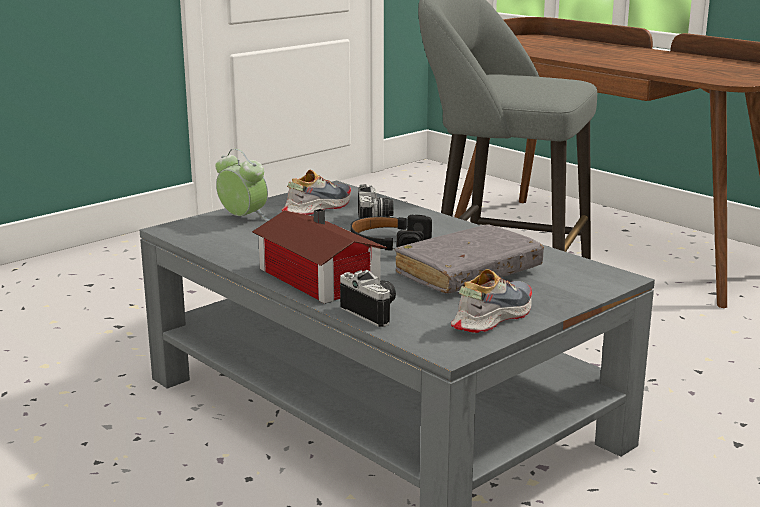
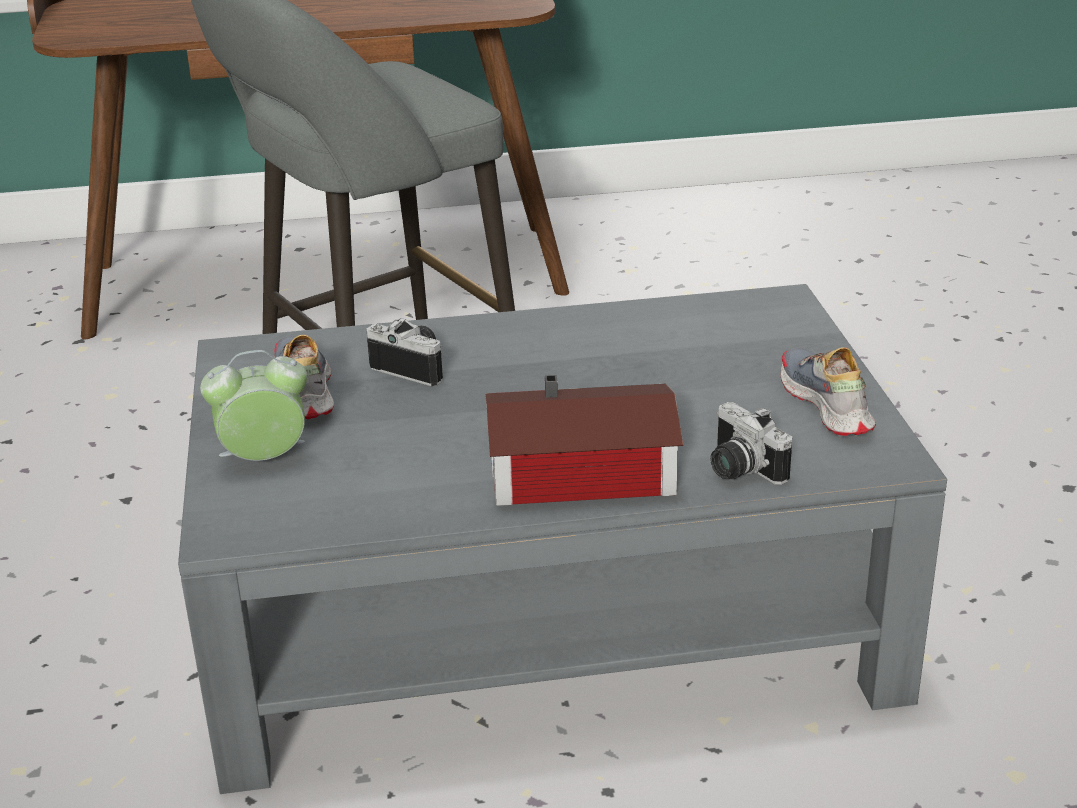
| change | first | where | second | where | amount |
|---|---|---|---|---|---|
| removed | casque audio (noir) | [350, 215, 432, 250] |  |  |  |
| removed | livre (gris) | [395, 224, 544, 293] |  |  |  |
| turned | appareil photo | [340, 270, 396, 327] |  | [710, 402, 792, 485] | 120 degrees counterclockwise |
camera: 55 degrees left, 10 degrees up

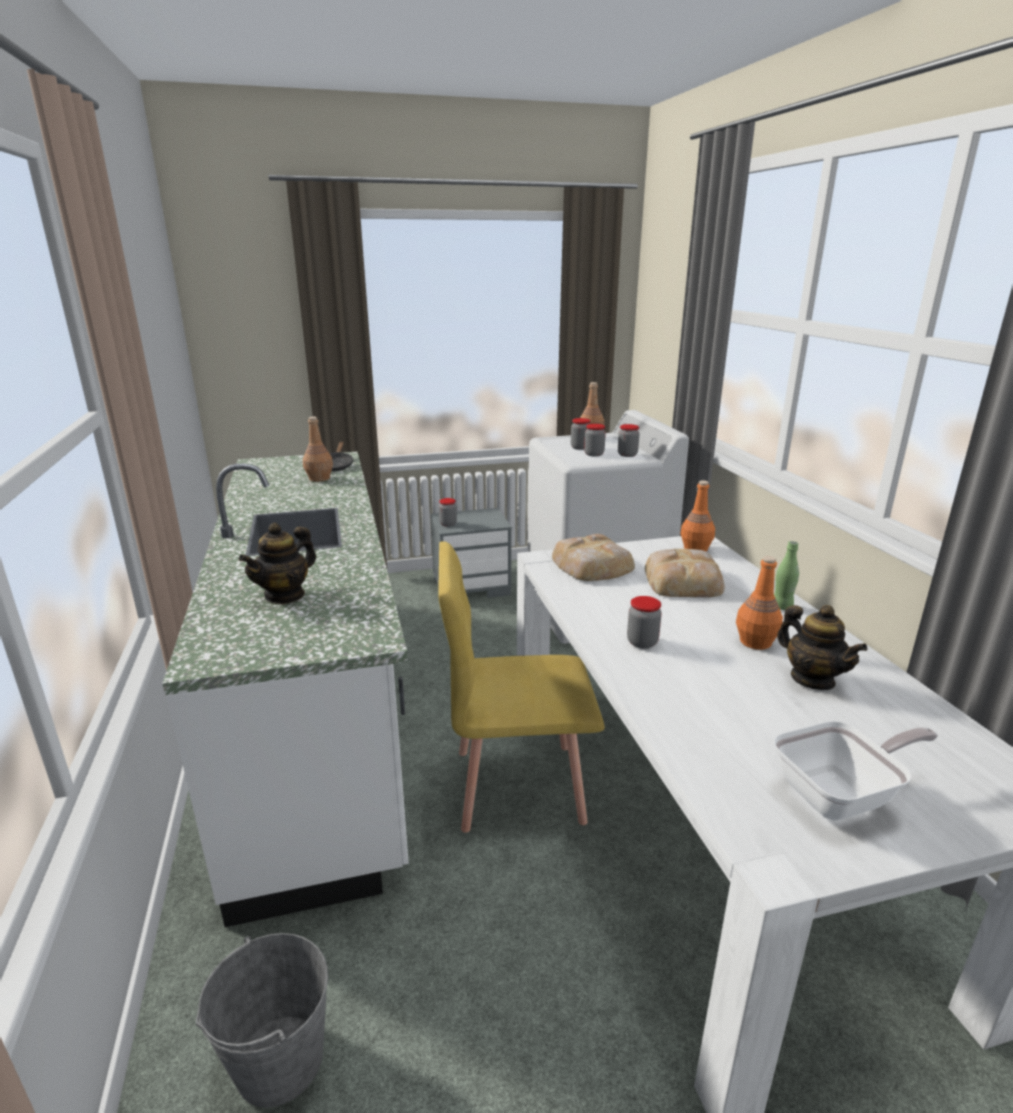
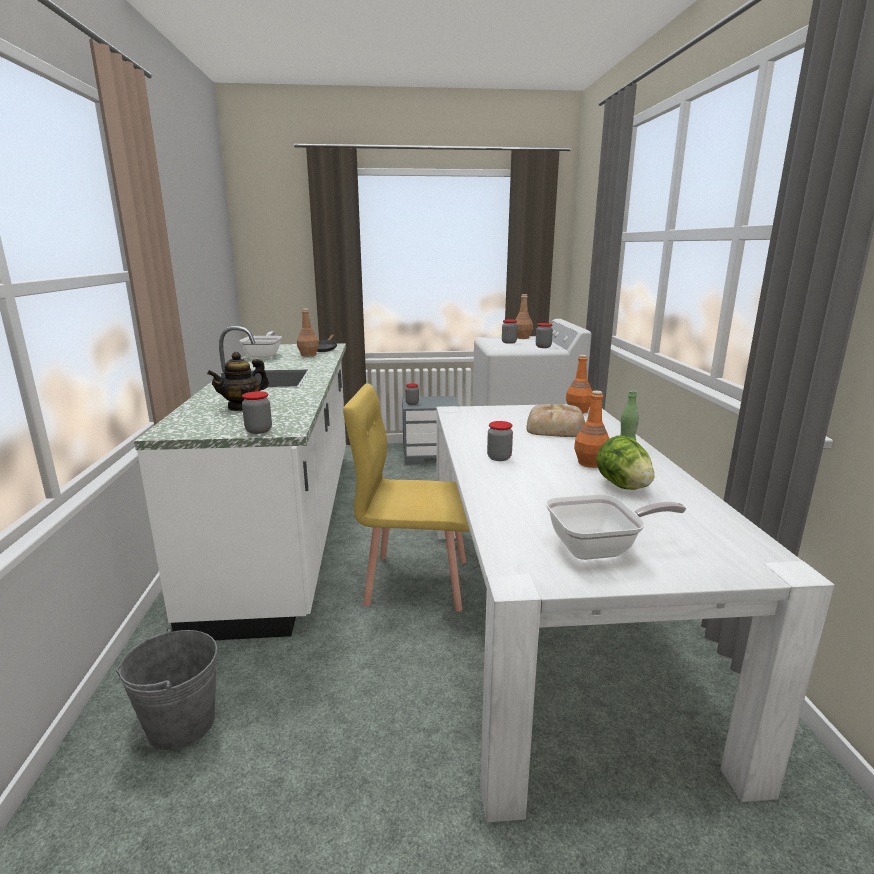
| change | first | where | second | where | amount |
|---|---|---|---|---|---|
| moved | bocal | [584, 424, 606, 456] |  | [242, 391, 272, 434] |  |
| removed | pain | [552, 534, 635, 581] |  |  |  |
| replaced | théière | [777, 605, 868, 690] | laitue | [596, 436, 654, 490] |  |
| added |  |  | poêle | [240, 331, 282, 358] |  |
camera: 10 degrees right, 5 degrees down

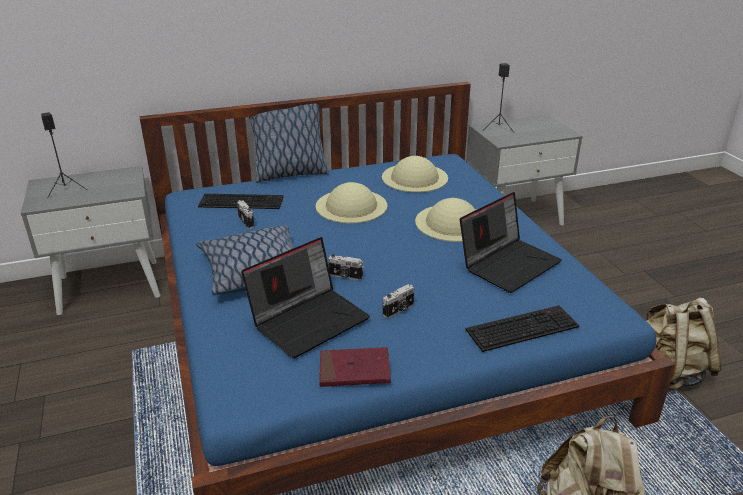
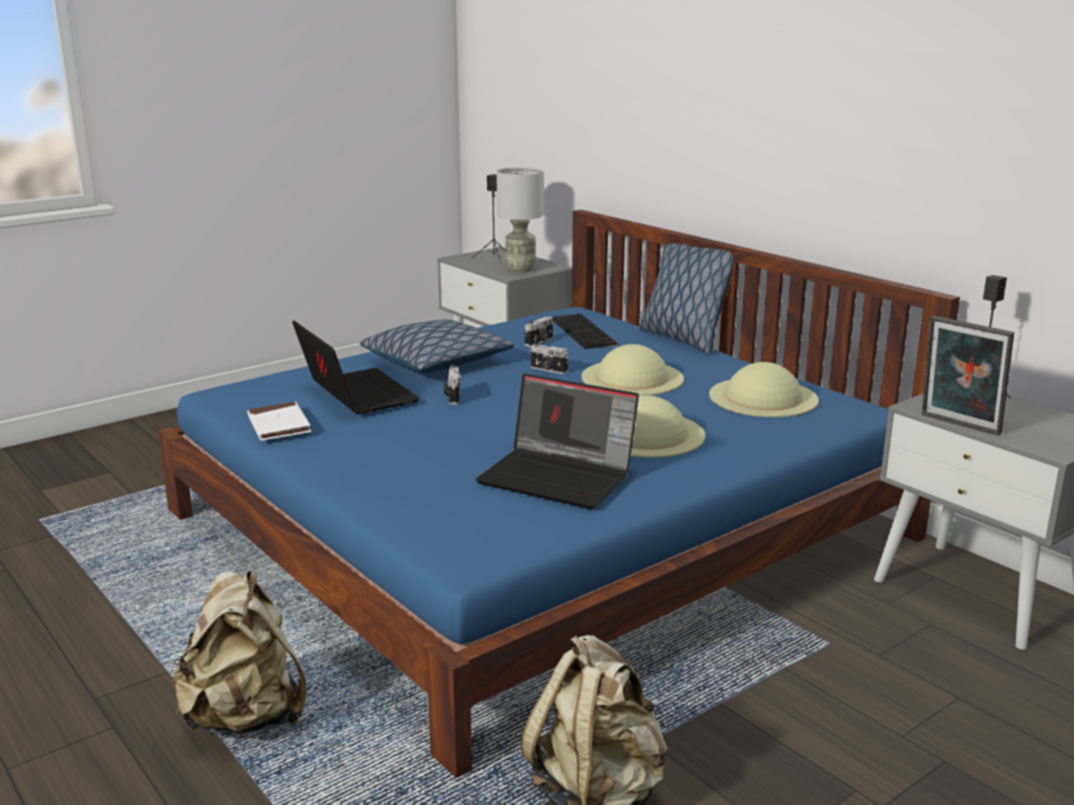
| change | first | where | second | where | amount |
|---|---|---|---|---|---|
| turned | ordinateur portable | [241, 237, 370, 359] |  | [292, 320, 420, 414] | 150 degrees counterclockwise |
| moved | appareil photo | [383, 284, 414, 318] |  | [530, 342, 569, 374] |  |
| removed | clavier | [465, 305, 580, 352] |  |  |  |
| recoloured | livre (rouge) | [319, 347, 391, 387] | livre (blanc) | [247, 402, 311, 441] |  |
| added |  |  | lampe de table (gris) | [497, 167, 543, 273] |  |
| added |  |  | cadre photo | [922, 315, 1014, 436] |  |
camera: 70 degrees right, 10 degrees down

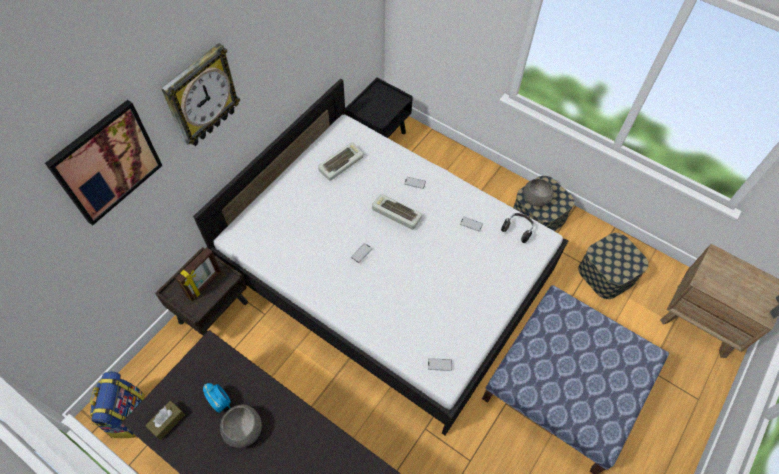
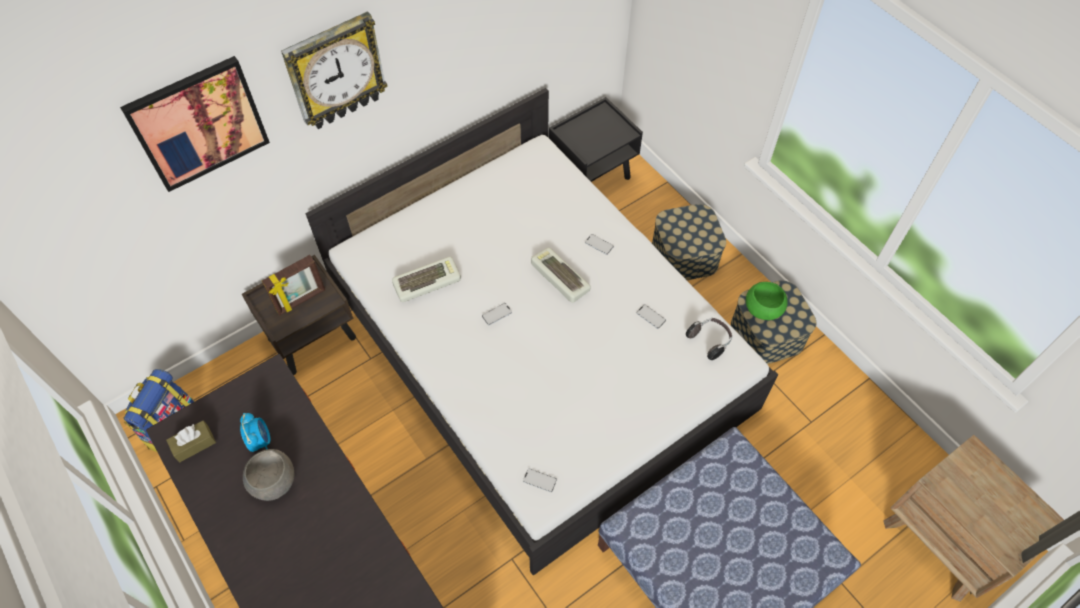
| change | first | where | second | where | amount |
|---|---|---|---|---|---|
| moved | clavier | [318, 142, 364, 180] |  | [392, 257, 461, 302] |  |
| recoloured | bol (gris) | [523, 179, 554, 206] | bol (vert) | [746, 282, 788, 320] |  |
| moved | boîte de rangement | [578, 233, 649, 299] |  | [652, 204, 726, 280] |  |
camera: 20 degrees right, 0 degrees up

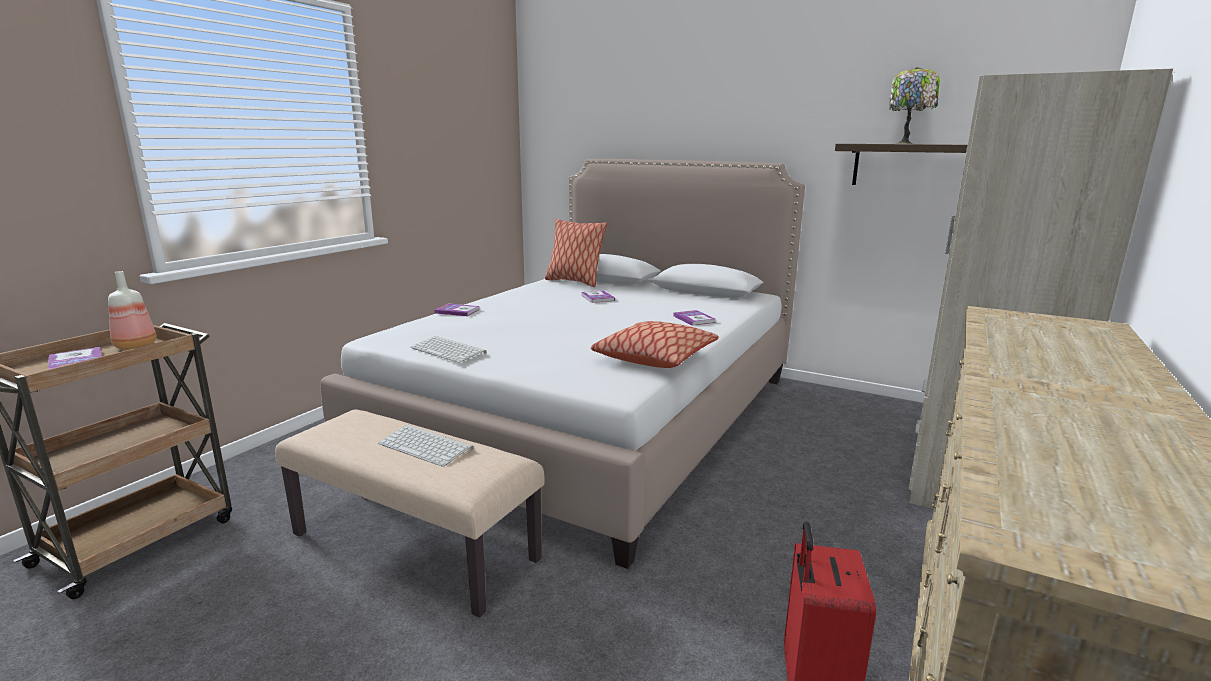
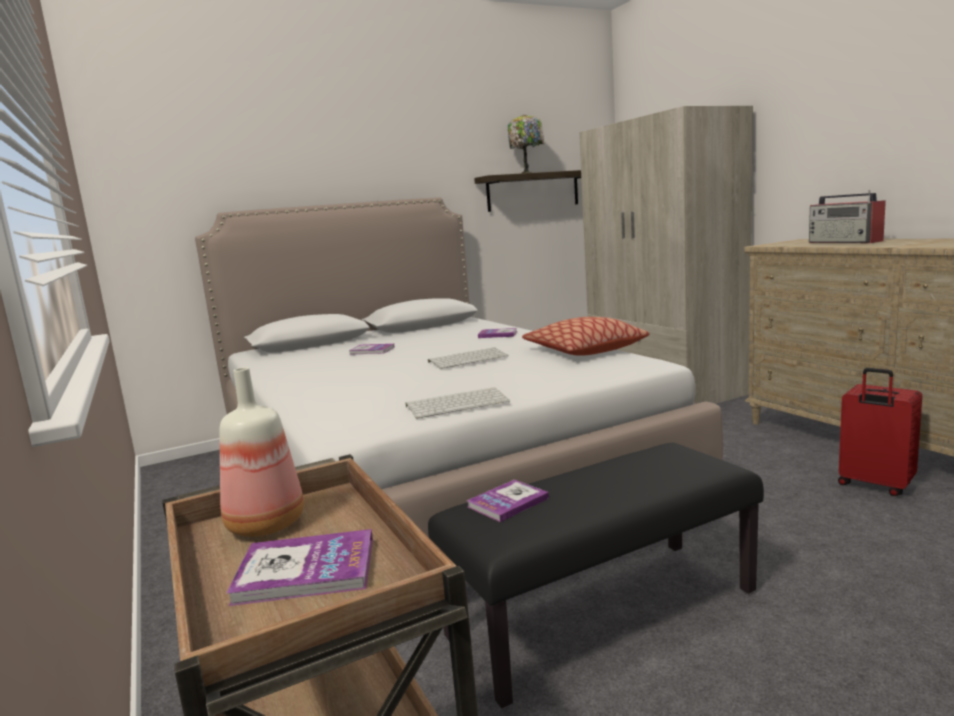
| change | first | where | second | where | amount |
|---|---|---|---|---|---|
| removed | coussin | [545, 219, 607, 287] |  |  |  |
| moved | livre | [434, 304, 479, 316] |  | [467, 479, 549, 522] |  |
| recoloured | banc (beige) | [275, 409, 545, 618] | banc (noir) | [428, 442, 764, 708] |  |
| moved | clavier | [378, 424, 474, 467] |  | [428, 347, 508, 369] |  |
| added |  |  | radio | [809, 190, 886, 243] |  |
camera: 55 degrees left, 5 degrees down

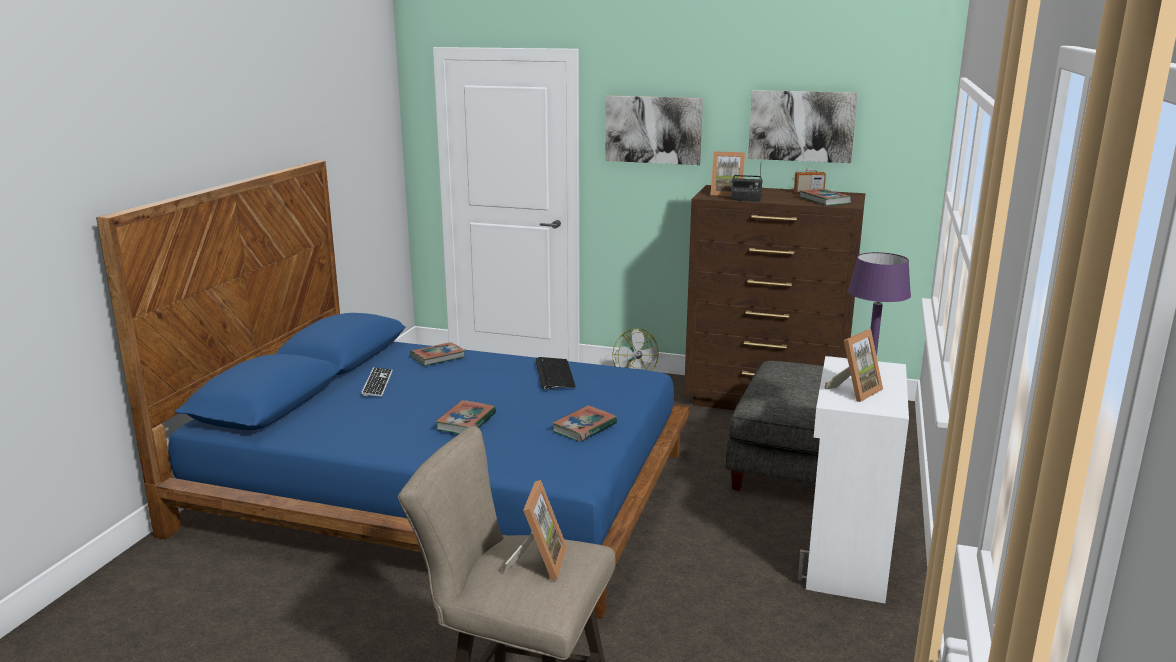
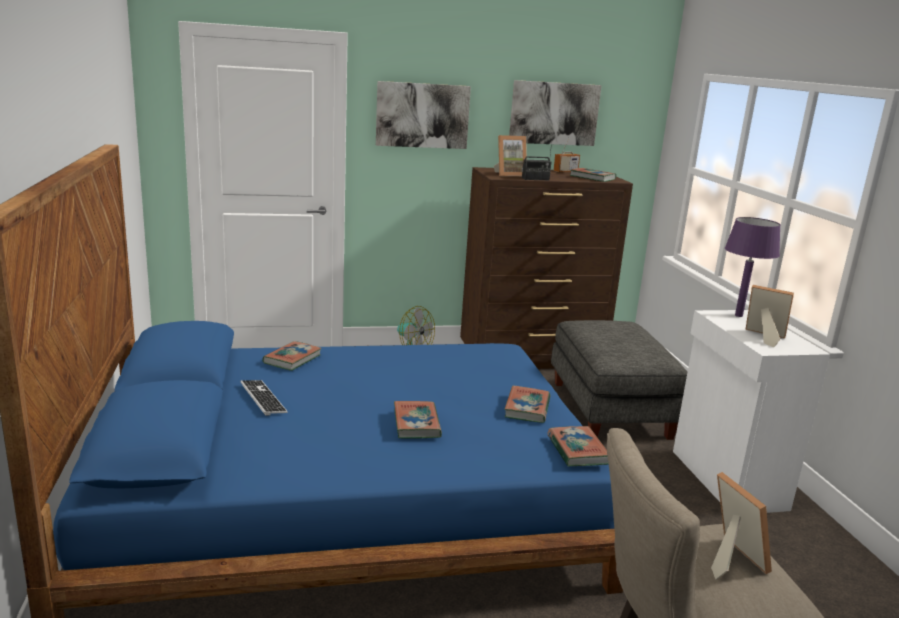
| change | first | where | second | where | amount |
|---|---|---|---|---|---|
| turned | cadre photo | [824, 329, 883, 402] |  | [745, 285, 794, 347] | 75 degrees counterclockwise |
| removed | clavier | [536, 357, 576, 389] |  |  |  |
| added |  |  | livre | [547, 426, 608, 467] |  |
camera: 30 degrees left, 0 degrees up

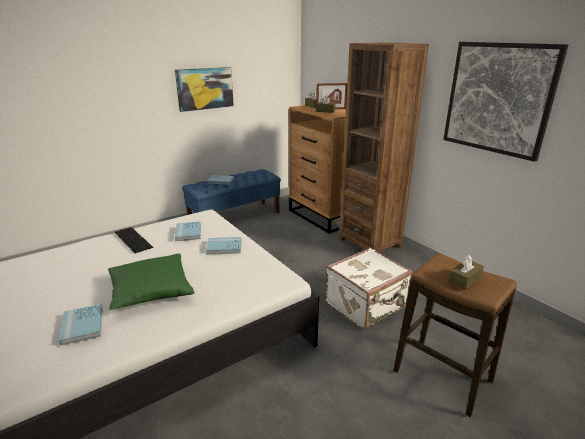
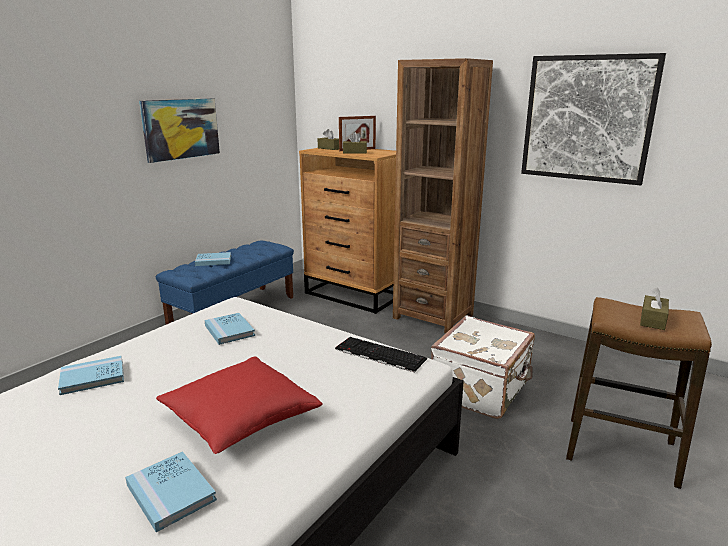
| change | first | where | second | where | amount |
|---|---|---|---|---|---|
| moved | clavier | [115, 227, 153, 254] |  | [335, 337, 427, 372] |  |
| moved | livre (bleu) | [206, 237, 242, 255] |  | [58, 356, 124, 395] |  |
| recoloured | coussin (vert) | [108, 254, 195, 310] | coussin (rouge) | [156, 356, 323, 454] |  |
camera: 20 degrees left, 5 degrees down

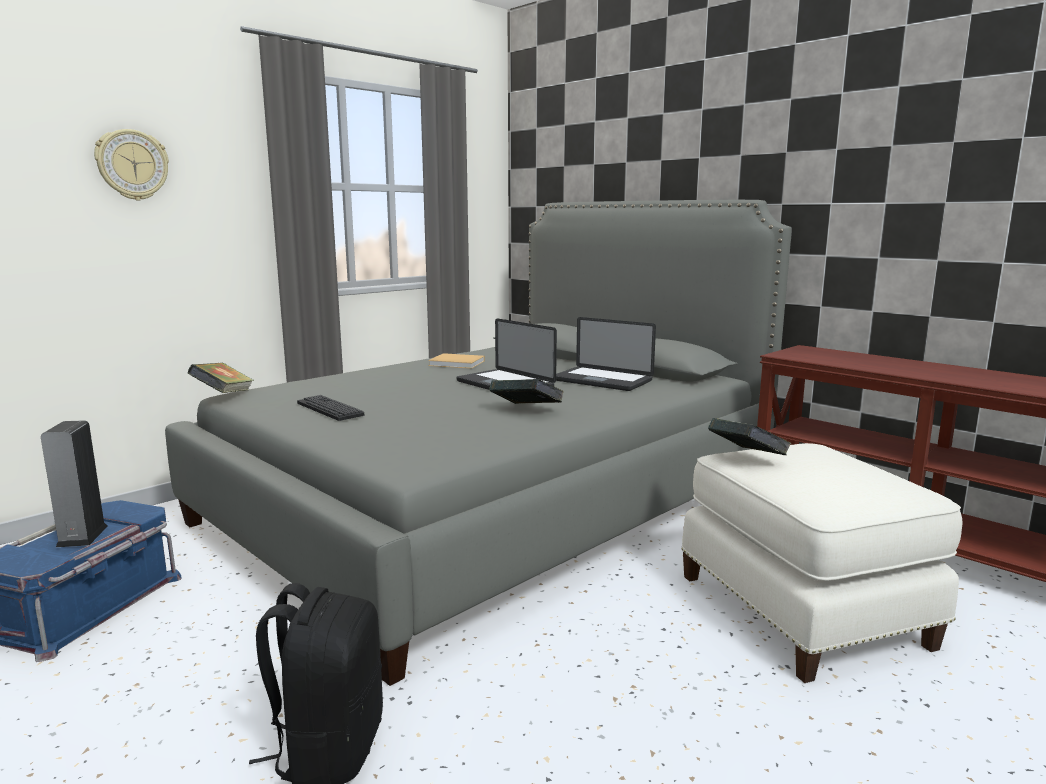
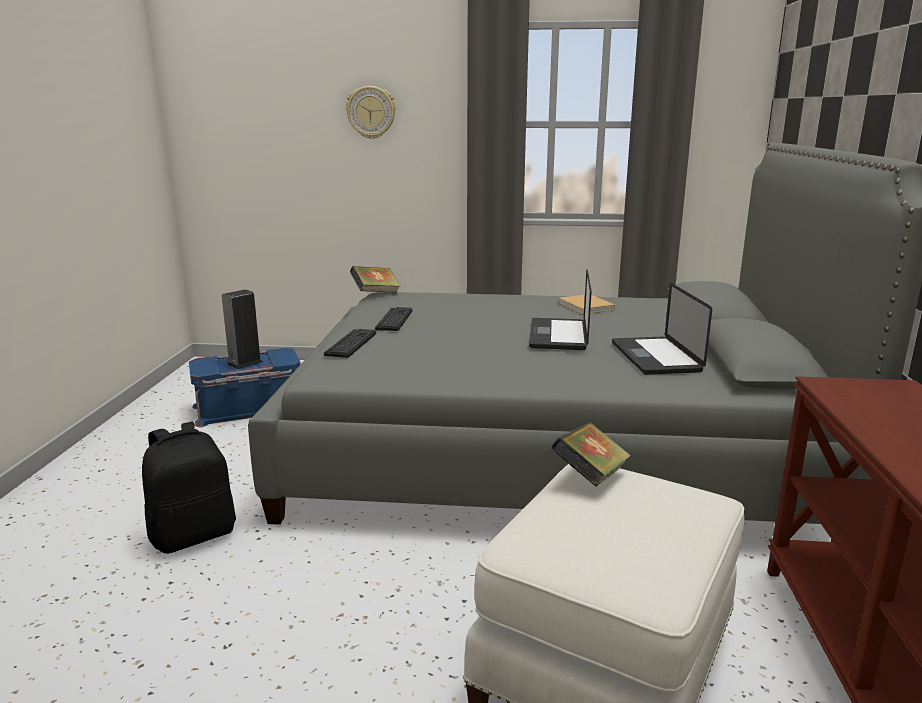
| change | first | where | second | where | amount |
|---|---|---|---|---|---|
| removed | livre | [489, 379, 564, 404] |  |  |  |
| added |  |  | clavier | [324, 329, 376, 358] |  |
camera: 50 degrees right, 5 degrees up

